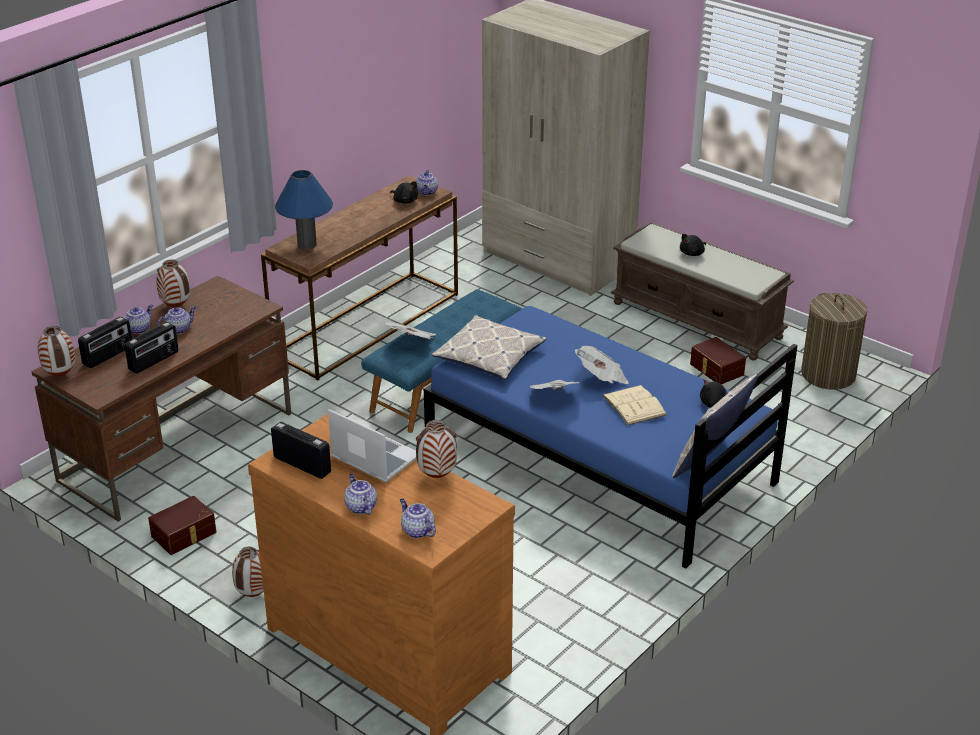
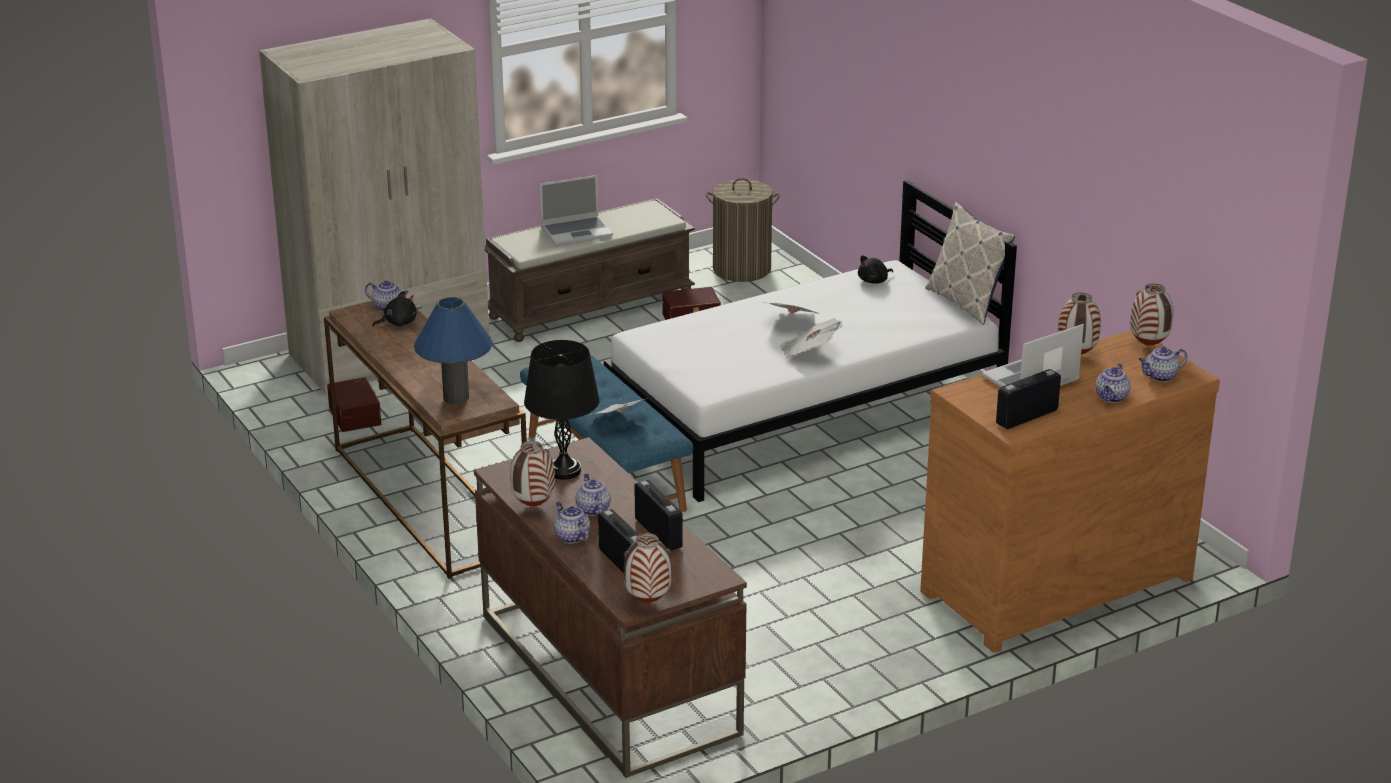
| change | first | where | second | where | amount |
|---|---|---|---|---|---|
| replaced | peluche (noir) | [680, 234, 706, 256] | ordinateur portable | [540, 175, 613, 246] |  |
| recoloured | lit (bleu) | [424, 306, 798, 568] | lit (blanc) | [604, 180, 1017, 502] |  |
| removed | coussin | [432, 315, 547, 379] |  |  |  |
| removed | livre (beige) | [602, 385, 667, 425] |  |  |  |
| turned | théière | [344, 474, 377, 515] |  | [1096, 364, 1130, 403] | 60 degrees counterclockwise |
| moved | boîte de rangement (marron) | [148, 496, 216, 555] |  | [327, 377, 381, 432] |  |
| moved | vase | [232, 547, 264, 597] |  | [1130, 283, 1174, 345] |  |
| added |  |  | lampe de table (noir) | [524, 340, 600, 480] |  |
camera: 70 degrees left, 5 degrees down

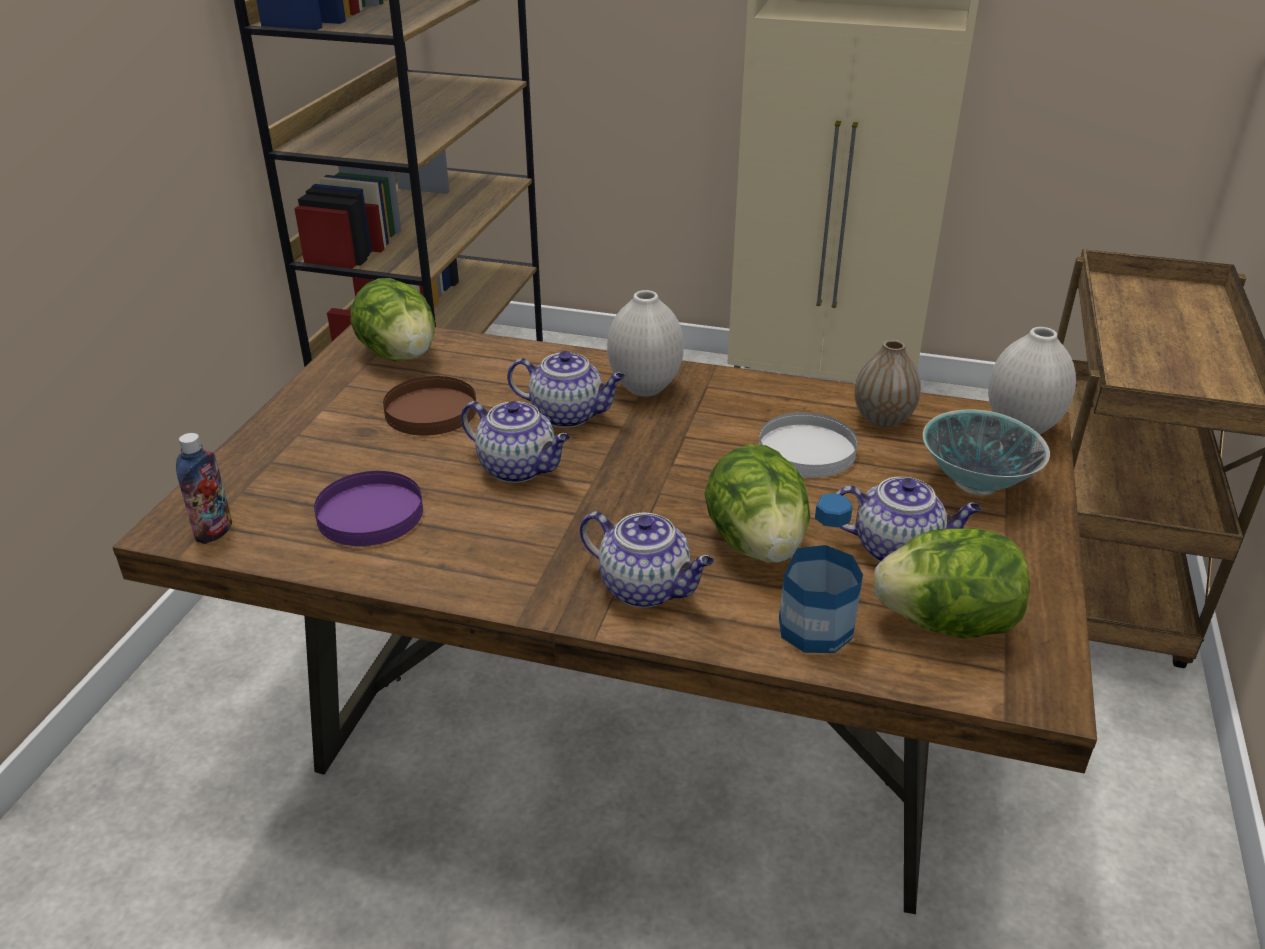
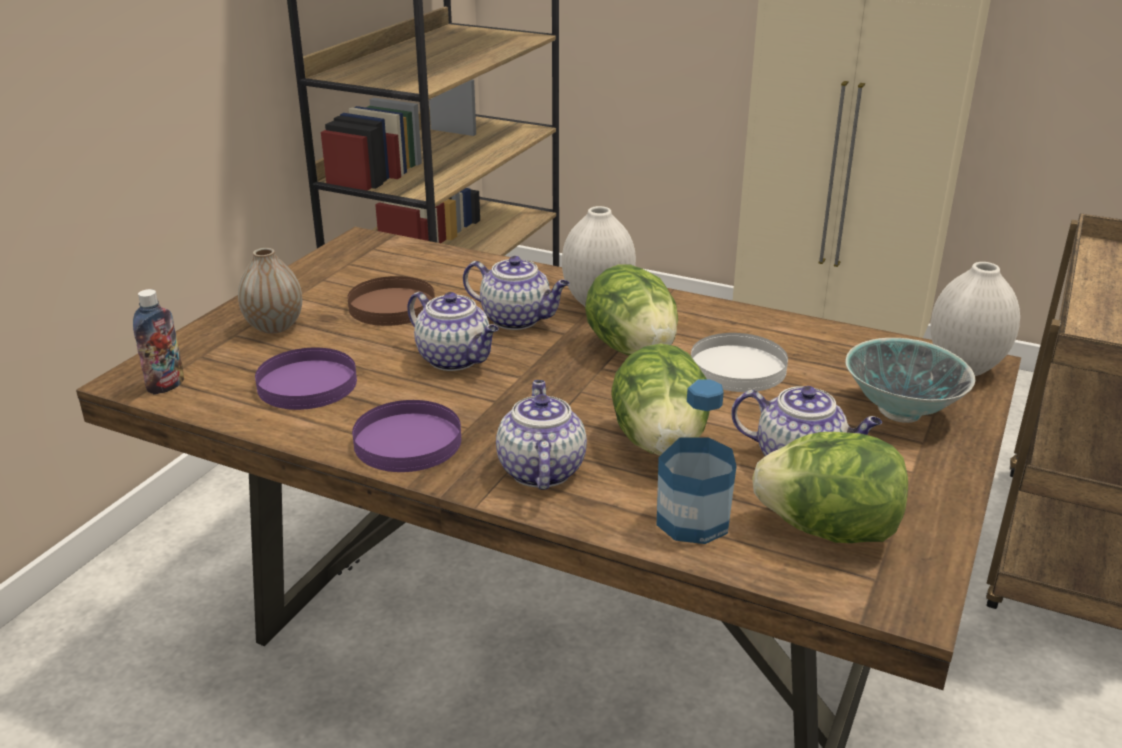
| change | first | where | second | where | amount |
|---|---|---|---|---|---|
| moved | laitue | [351, 278, 435, 361] |  | [585, 264, 678, 356] |  |
| moved | vase | [854, 339, 921, 428] |  | [238, 248, 302, 334] |  |
| turned | théière | [580, 511, 714, 608] |  | [496, 380, 587, 490] | 135 degrees counterclockwise |
| added |  |  | assiette (violet) | [352, 400, 461, 472] |  |
camera: 10 degrees right, 5 degrees down

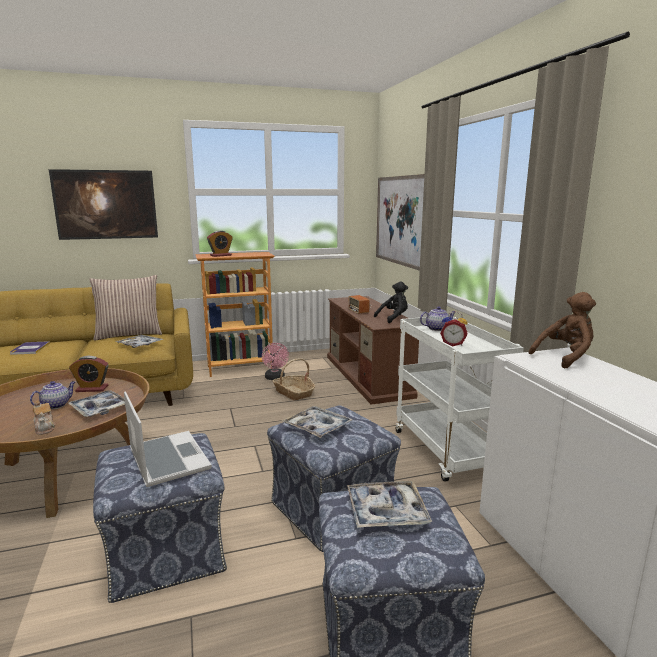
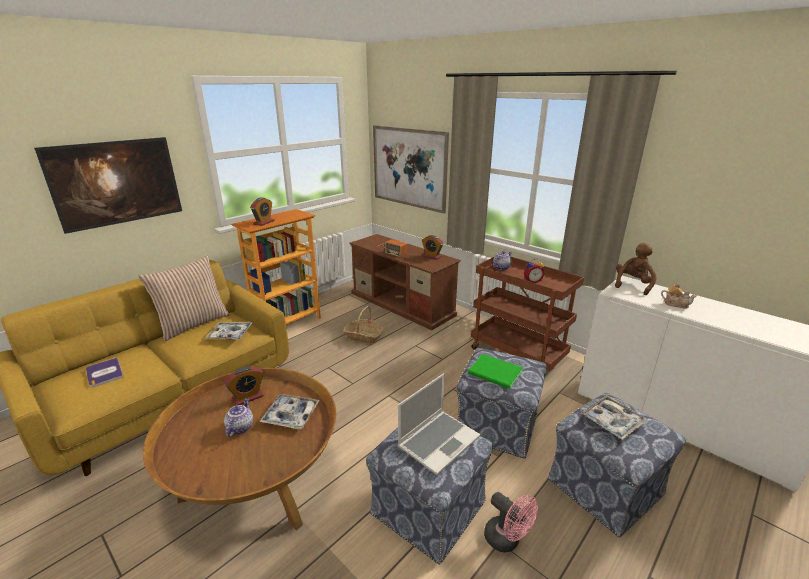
| change | first | where | second | where | amount |
|---|---|---|---|---|---|
| replaced | peluche (noir) | [374, 282, 408, 323] | réveil | [422, 235, 443, 260] |  |
| recoloured | chariot (blanc) | [396, 316, 524, 482] | chariot (marron) | [471, 257, 584, 371] |  |
| moved | ventilateur (rose) | [262, 343, 289, 380] |  | [484, 492, 538, 553] |  |
| turned | ordinateur portable | [124, 391, 212, 487] |  | [398, 373, 480, 475] | 105 degrees clockwise |
| moved | théière | [33, 401, 56, 435] |  | [661, 283, 697, 309] |  |
| replaced | plateau | [281, 406, 353, 438] | livre (vert) | [468, 354, 523, 389] |  |
camera: 30 degrees left, 10 degrees up

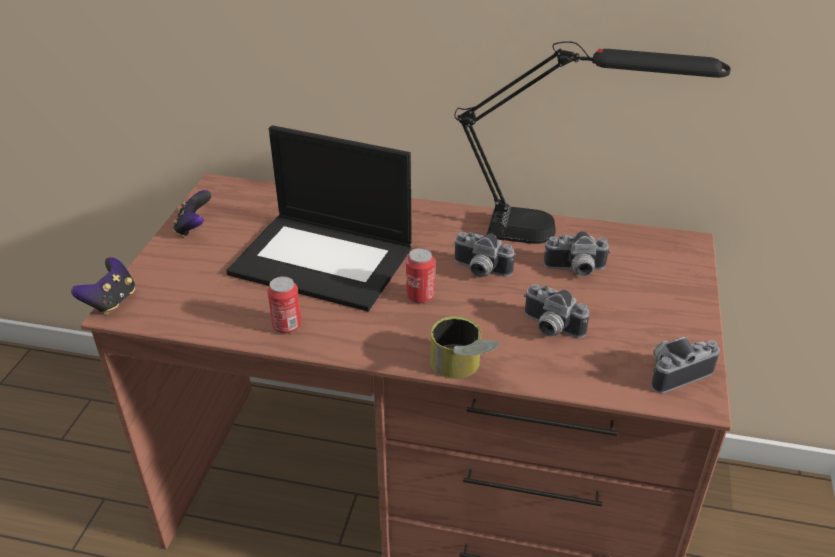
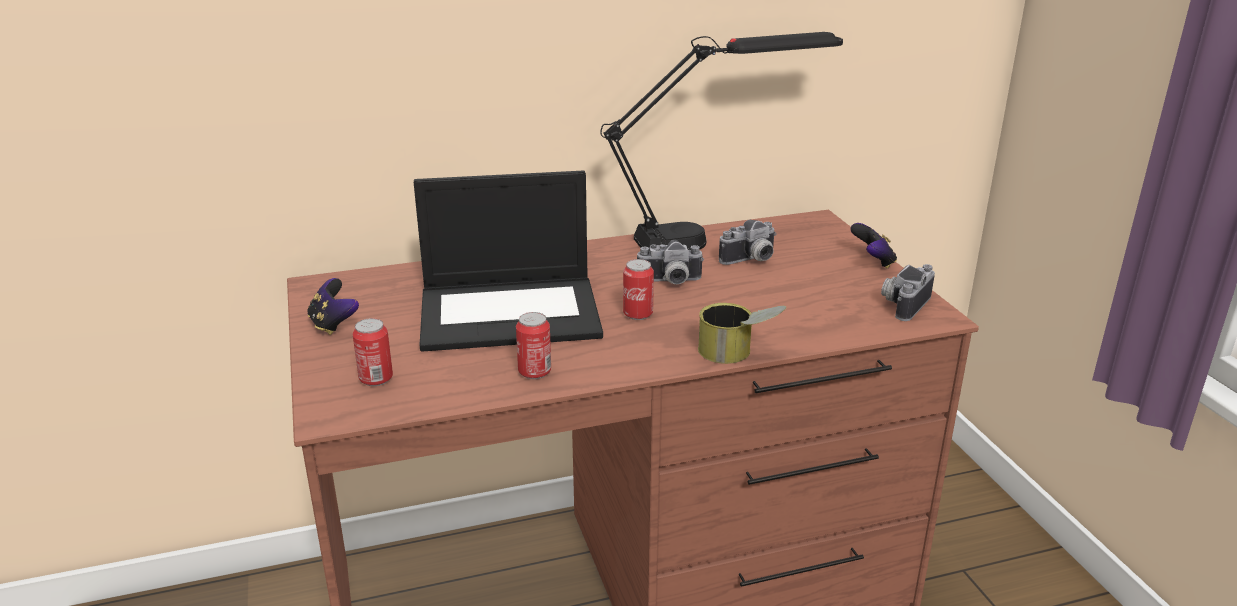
| change | first | where | second | where | amount |
|---|---|---|---|---|---|
| moved | manette | [71, 257, 135, 314] |  | [850, 223, 897, 269] |  |
| removed | appareil photo | [524, 284, 589, 338] |  |  |  |
| added |  |  | boîte métallique | [353, 318, 393, 386] |  |
camera: 30 degrees left, 10 degrees down

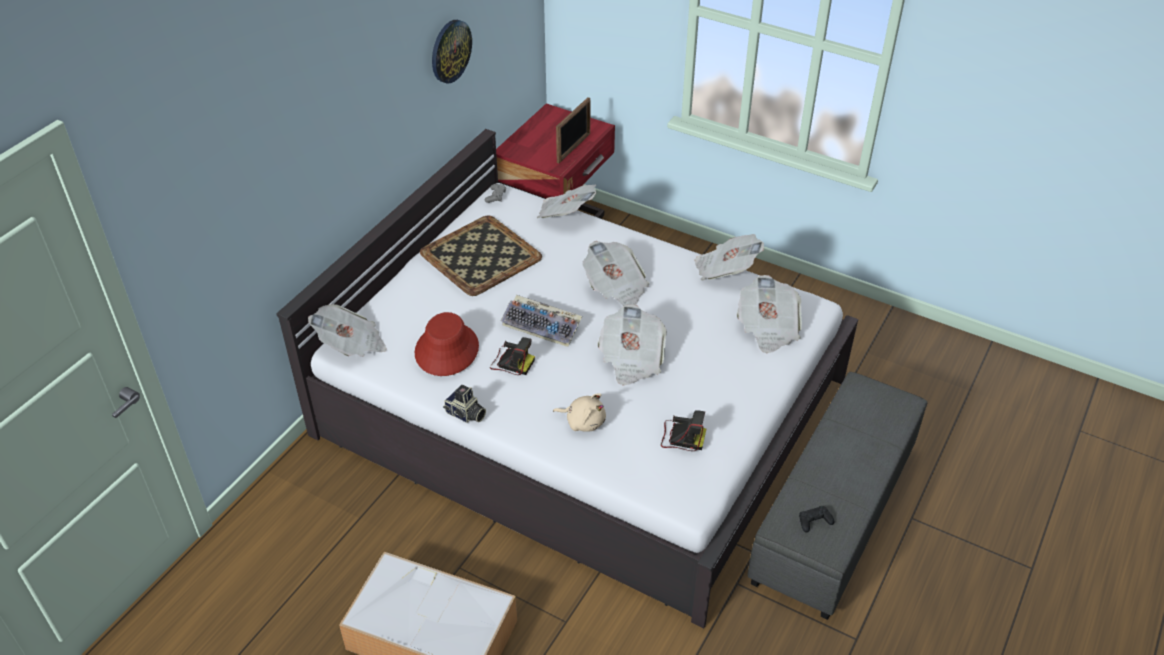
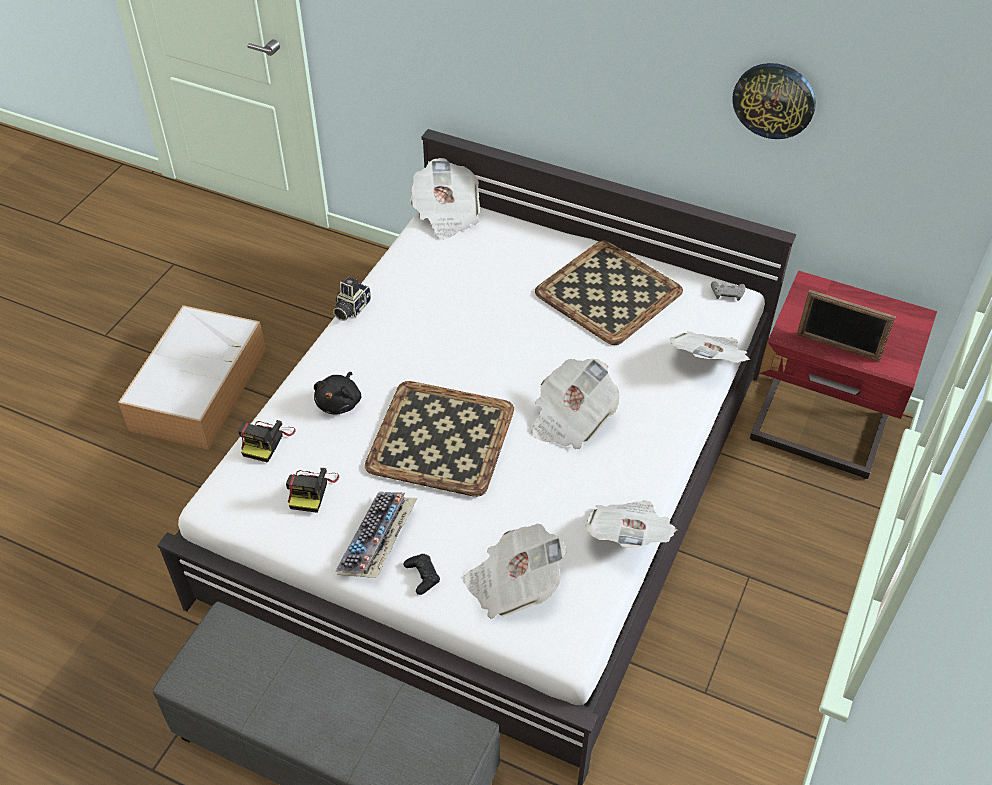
| change | first | where | second | where | amount |
|---|---|---|---|---|---|
| moved | clavier | [500, 295, 582, 347] |  | [335, 492, 417, 578] |  |
| replaced | journal | [598, 304, 667, 386] | plateau | [365, 381, 514, 497] |  |
| removed | chapeau (rouge) | [415, 312, 479, 376] |  |  |  |
| moved | appareil photo | [490, 337, 535, 375] |  | [238, 420, 296, 463] |  |
| recoloured | peluche (beige) | [553, 393, 606, 432] | peluche (noir) | [314, 372, 361, 415] |  |
| moved | manette (noir) | [799, 506, 835, 533] |  | [403, 554, 440, 595] |  |
camera: 85 degrees right, 5 degrees up

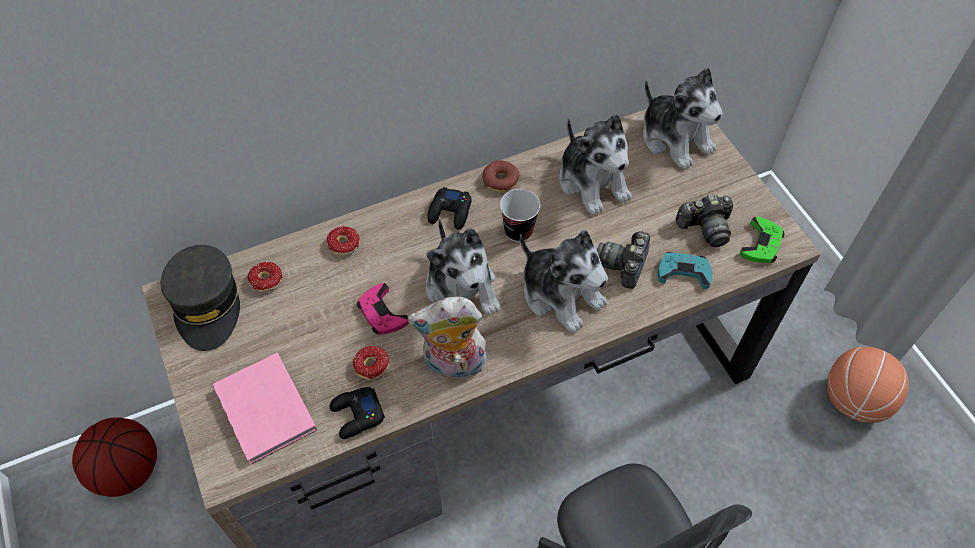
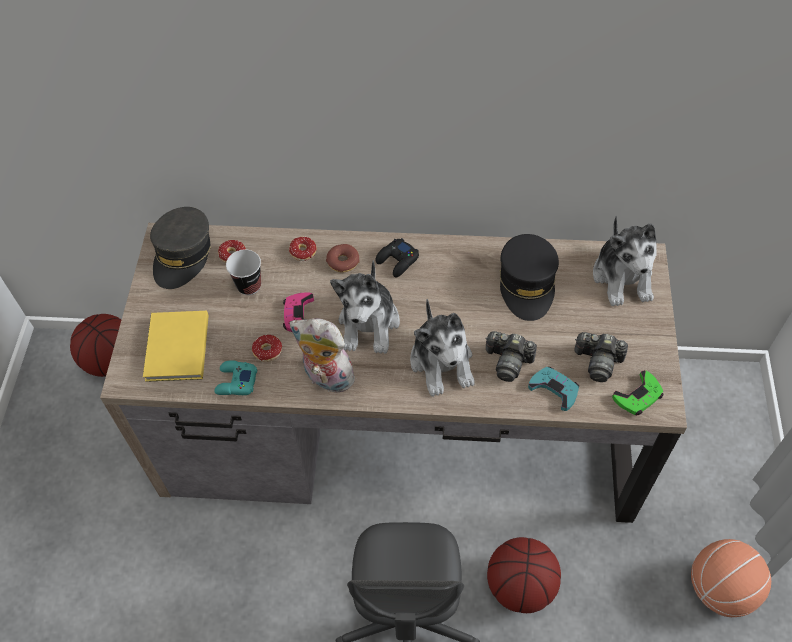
| change | first | where | second | where | amount |
|---|---|---|---|---|---|
| replaced | peluche | [559, 114, 632, 216] | casquette (noir) | [500, 234, 559, 321] |  |
| moved | beignet | [482, 160, 519, 192] |  | [326, 244, 360, 272] |  |
| moved | tasse | [500, 189, 540, 242] |  | [226, 250, 261, 295] |  |
| turned | appareil photo | [597, 231, 650, 289] |  | [485, 331, 537, 382] | 120 degrees counterclockwise |
| recoloured | livre (rose) | [212, 353, 317, 465] | livre (jaune) | [143, 311, 208, 382] |  |
| recoloured | manette (noir) | [330, 387, 385, 439] | manette (turquoise) | [214, 360, 257, 395] |  |
| added |  |  | ballon de basket | [487, 537, 561, 613] |  |
camera: 30 degrees right, 0 degrees up

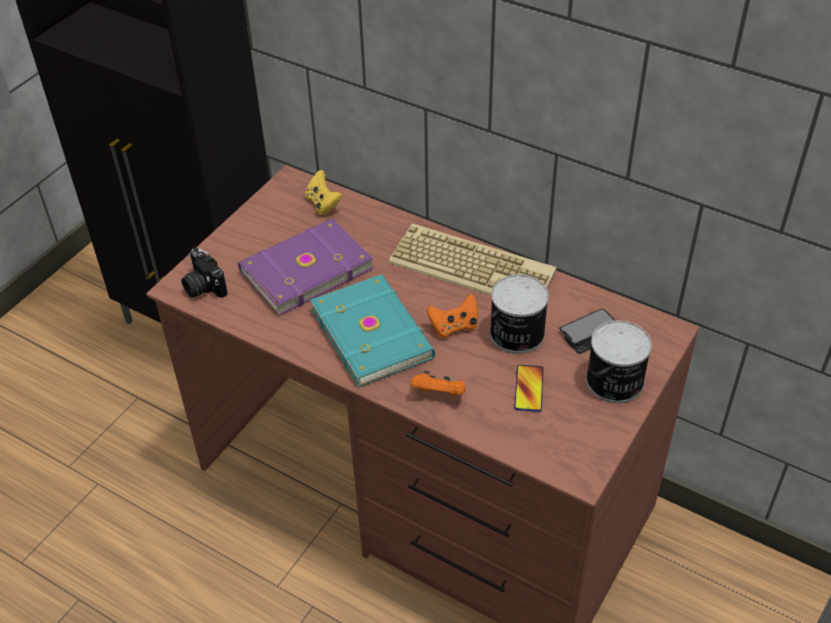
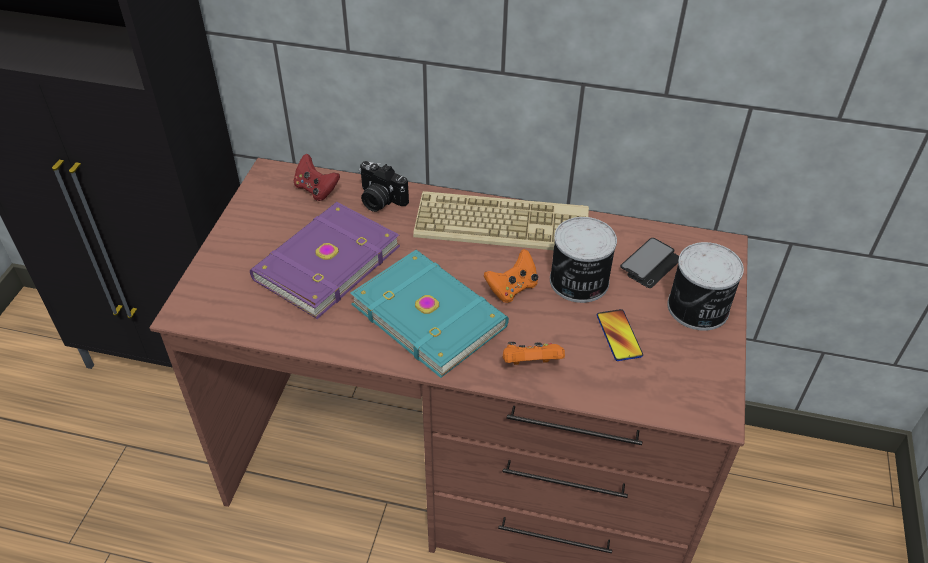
| change | first | where | second | where | amount |
|---|---|---|---|---|---|
| recoloured | manette (jaune) | [305, 170, 343, 214] | manette (rouge) | [294, 154, 340, 201] |  |
| moved | appareil photo | [181, 247, 227, 298] |  | [359, 161, 409, 212] |  |
camera: 20 degrees left, 0 degrees up

